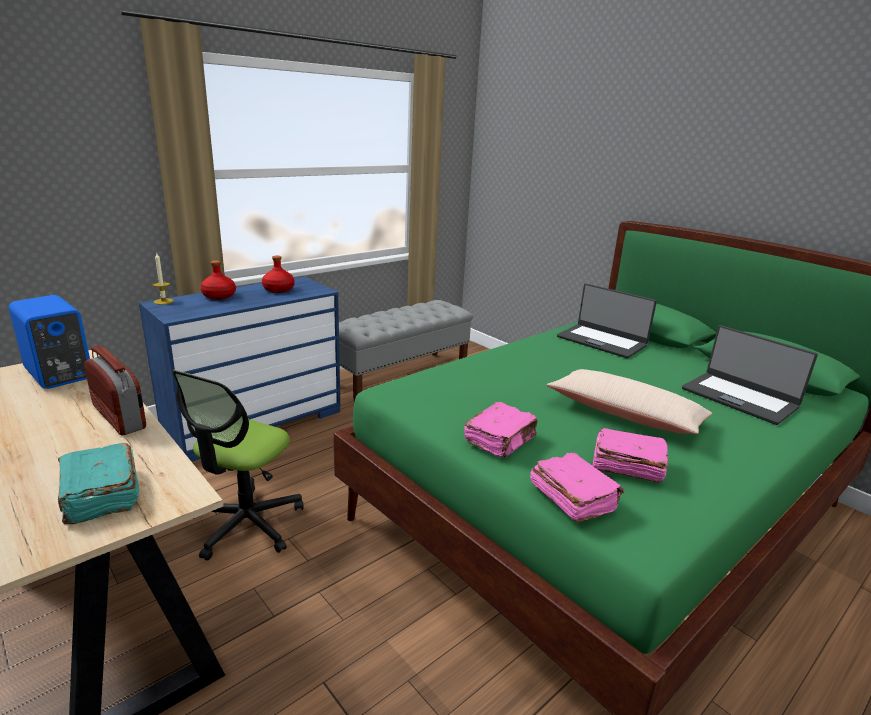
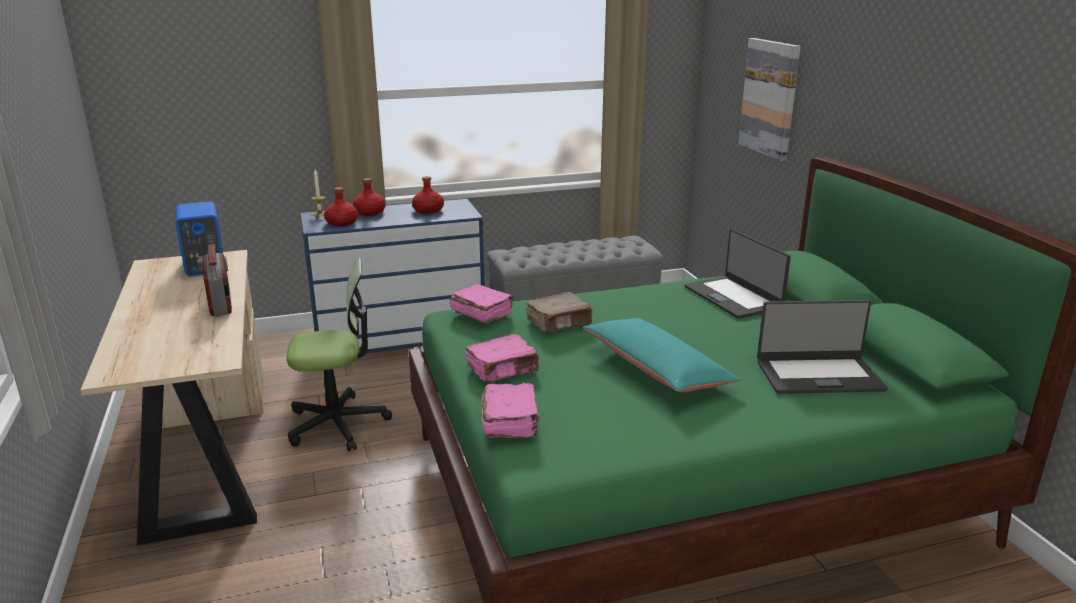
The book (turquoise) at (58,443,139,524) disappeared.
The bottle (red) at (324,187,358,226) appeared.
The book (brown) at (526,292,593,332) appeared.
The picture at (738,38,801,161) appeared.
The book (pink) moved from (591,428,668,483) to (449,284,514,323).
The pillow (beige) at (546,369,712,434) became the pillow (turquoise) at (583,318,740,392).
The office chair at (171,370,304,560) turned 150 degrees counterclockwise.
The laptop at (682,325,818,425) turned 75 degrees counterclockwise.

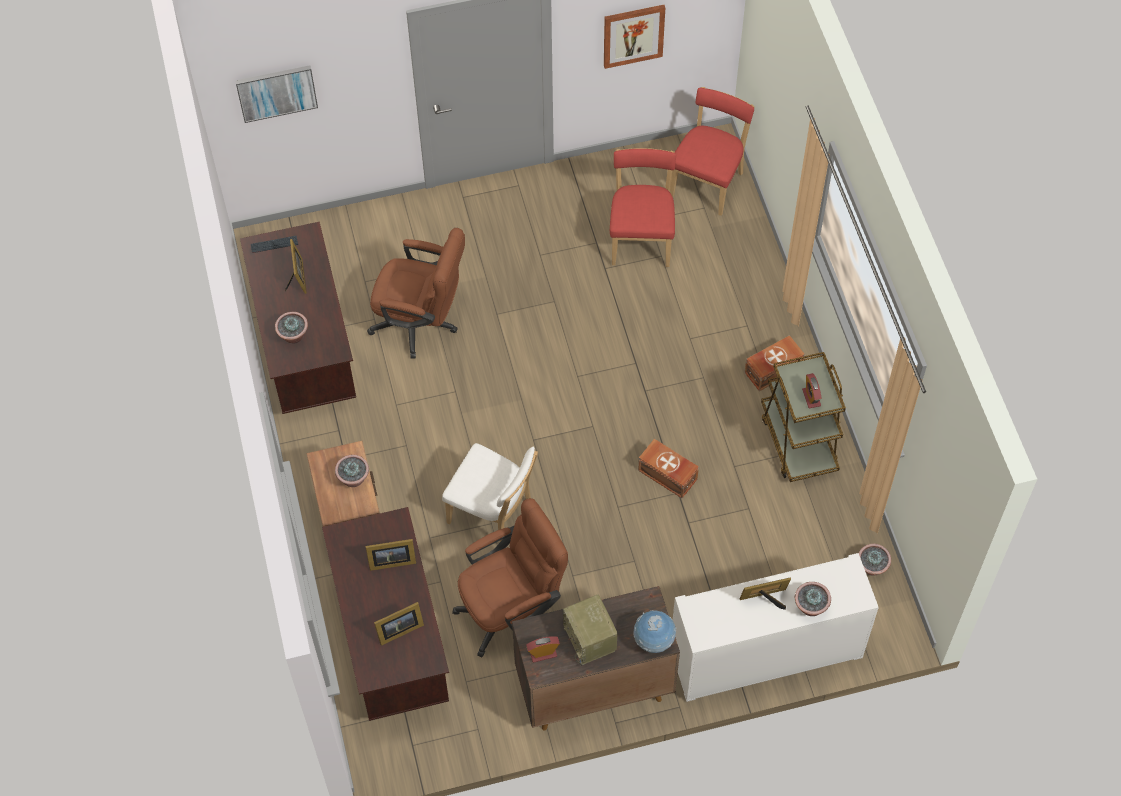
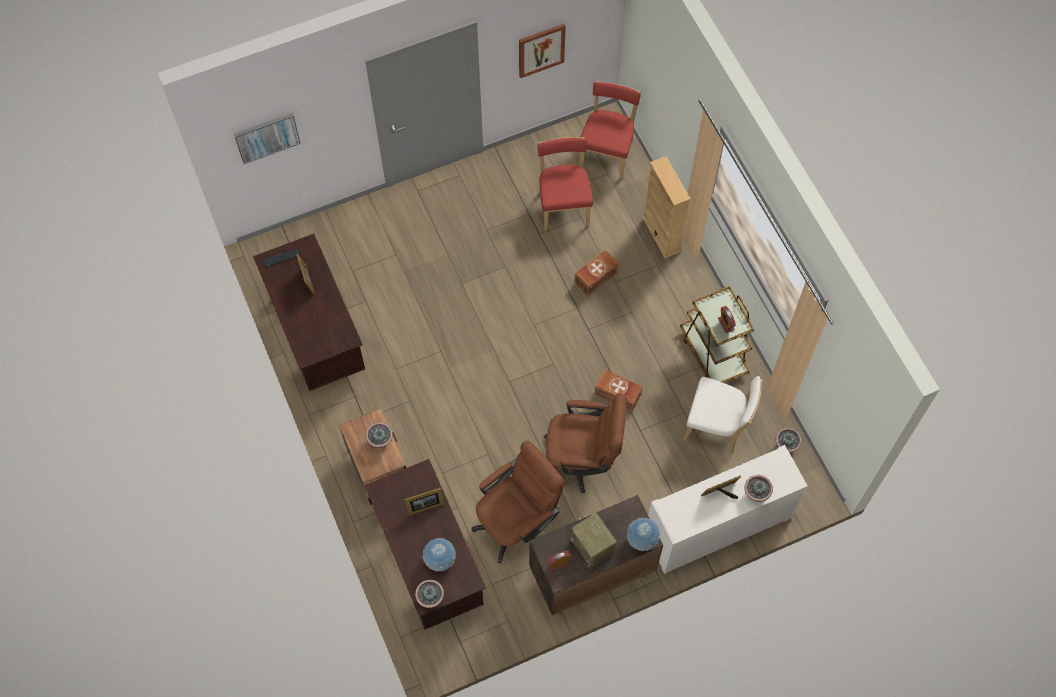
The bookcase (beige) at (642,156,691,258) appeared.
The potted plant moved from (275,312,308,344) to (415,580,444,608).
The office chair (brown) moved from (367,228,465,359) to (544,393,627,493).
The chair (white) moved from (442,443,538,542) to (683,376,763,454).
The storage box (brown) moved from (745,335,805,391) to (574,250,619,296).
The picture frame at (374,602,424,646) was replaced by the globe at (422,538,456,572).

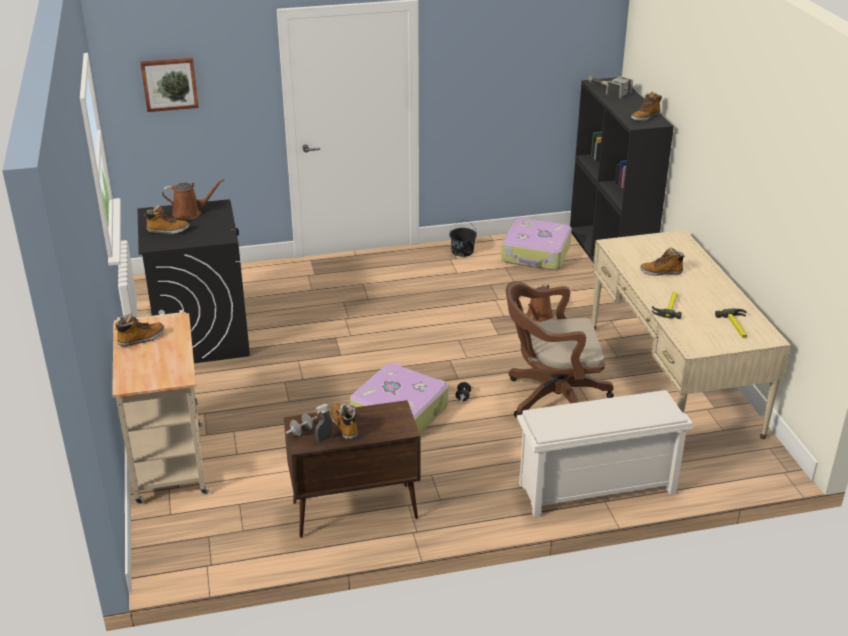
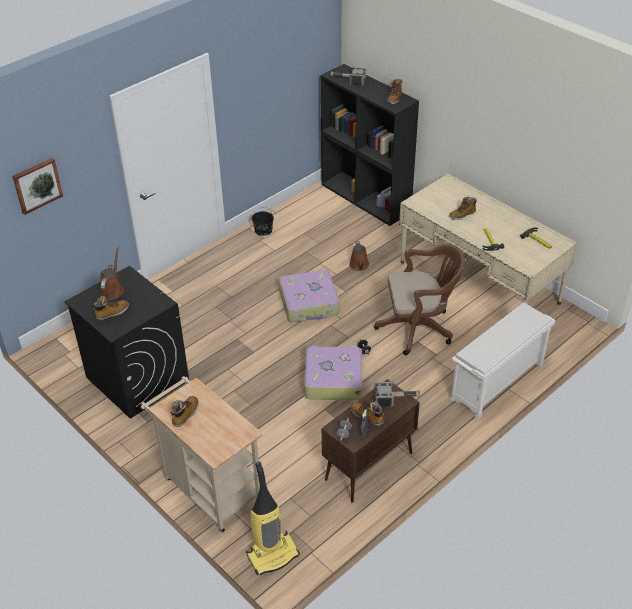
The vacuum cleaner at (246,462,300,575) appeared.
The hammer at (374,382,420,407) appeared.
The suitcase moved from (501,218,572,270) to (279,270,339,322).
The watering can (brown) at (162,179,224,220) turned 45 degrees counterclockwise.
The office chair (brown) at (506,281,614,418) turned 150 degrees counterclockwise.

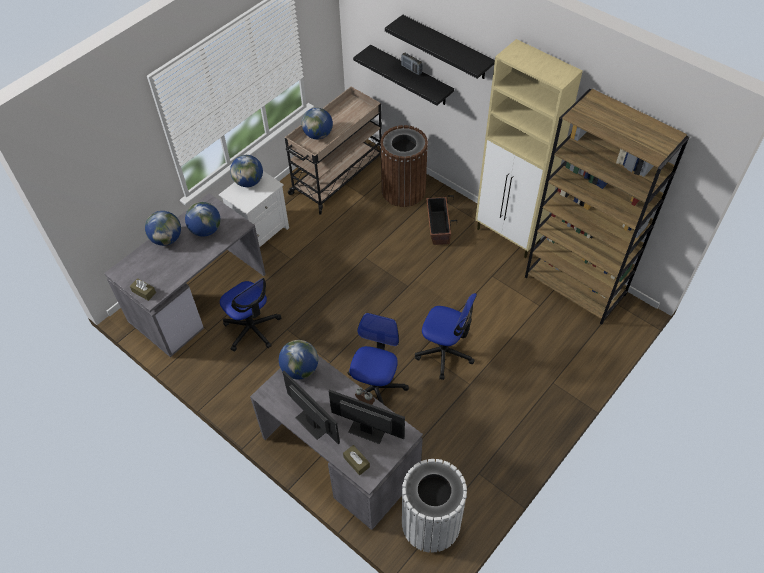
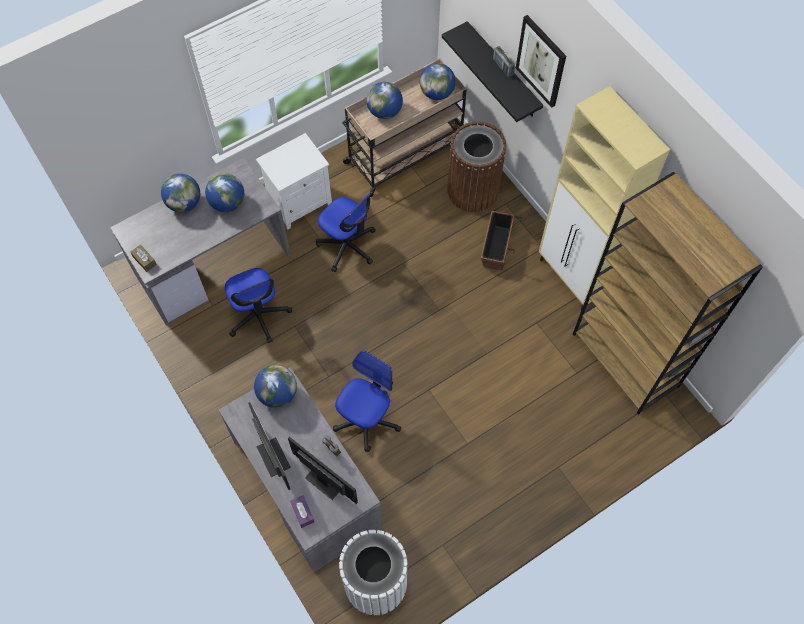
The globe moved from (230,155,263,187) to (420,63,456,100).
The office chair moved from (415,293,477,380) to (316,193,376,272).
The shelf (black) at (385,15,495,79) was replaced by the picture at (516,15,566,108).
The tissue box (brown) at (343,445,370,475) became the tissue box (purple) at (290,495,314,528).

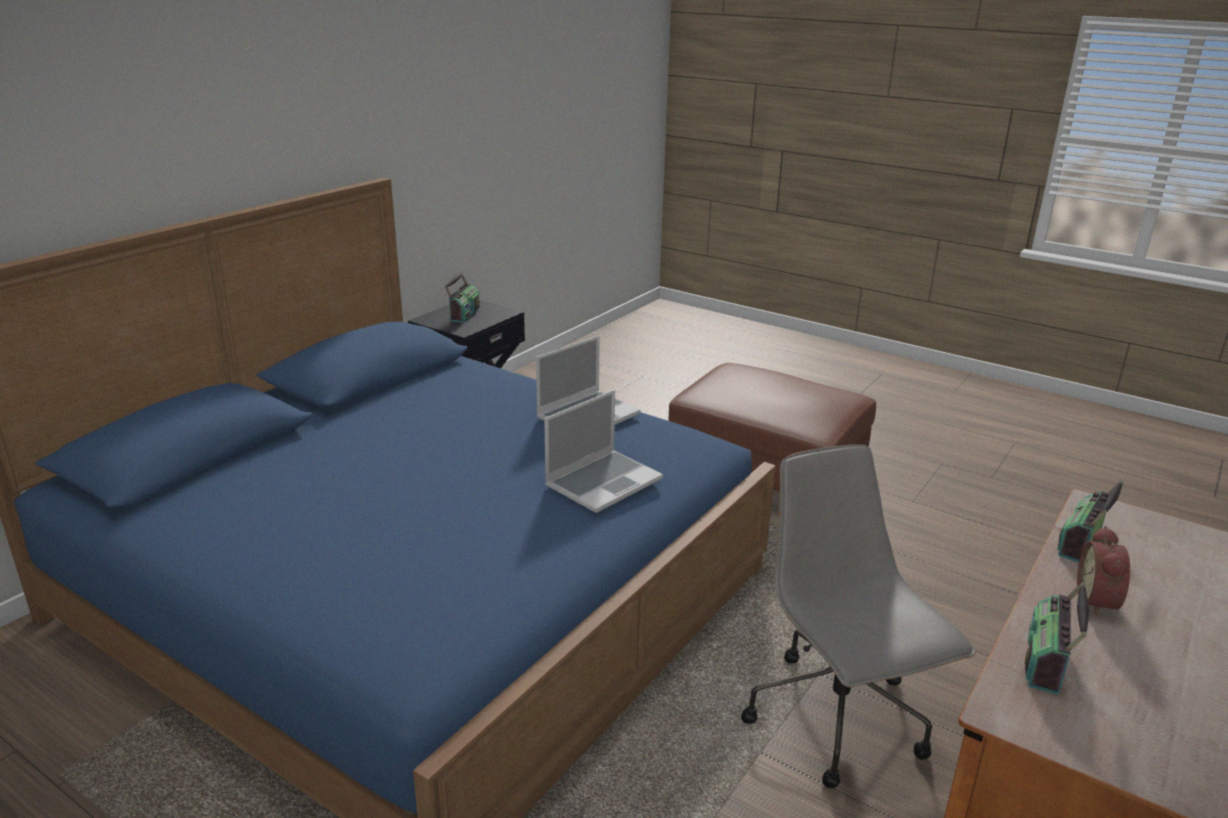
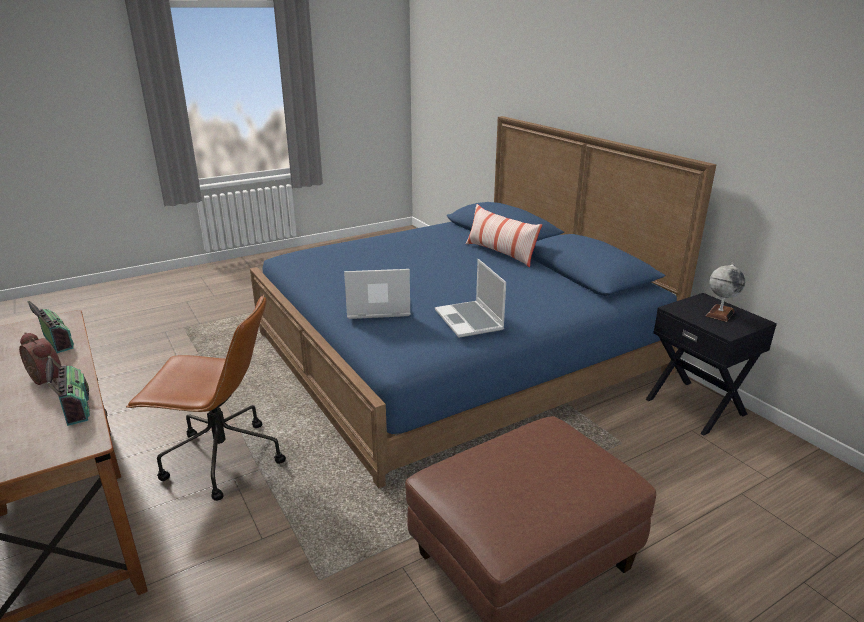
The pillow at (466,204,542,267) appeared.
The radio at (445,273,479,323) was replaced by the globe at (706,263,745,322).
The office chair (grey) at (741,444,975,788) became the office chair (brown) at (126,295,286,501).
The laptop at (544,390,663,513) turned 105 degrees clockwise.

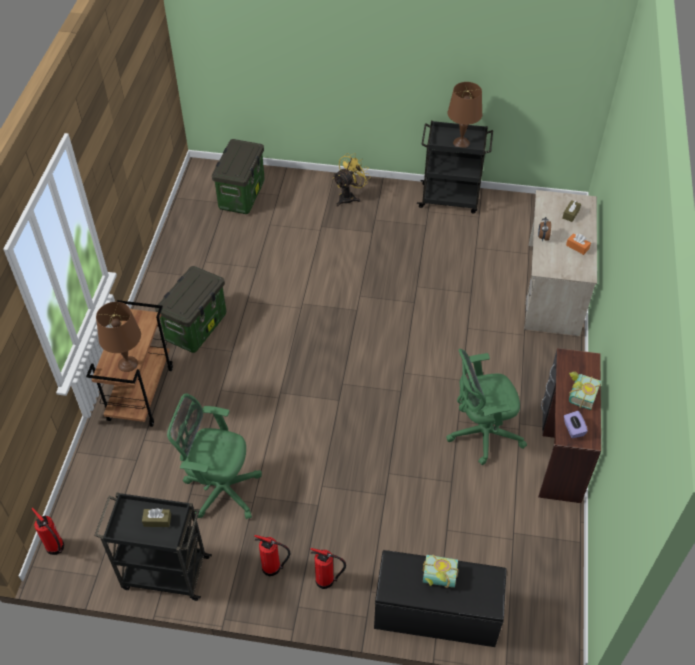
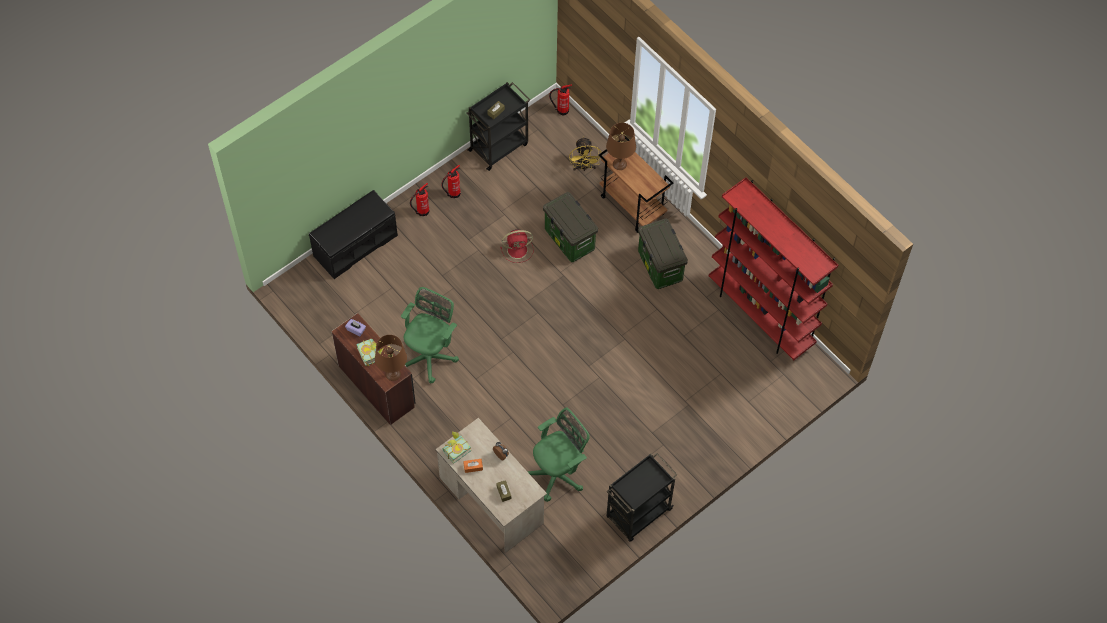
The fan (red) at (500,229,533,263) appeared.
The bookcase (red) at (709,177,838,360) appeared.
The office chair (green) moved from (167,393,262,519) to (527,408,590,502).
The storage box moved from (212,139,265,214) to (543,192,598,262).
The fan (yellow) moved from (333,153,371,207) to (569,136,602,171).
The book moved from (423,555,459,588) to (442,431,471,463).
The table lamp (brown) moved from (448,82,482,148) to (375,335,407,381).

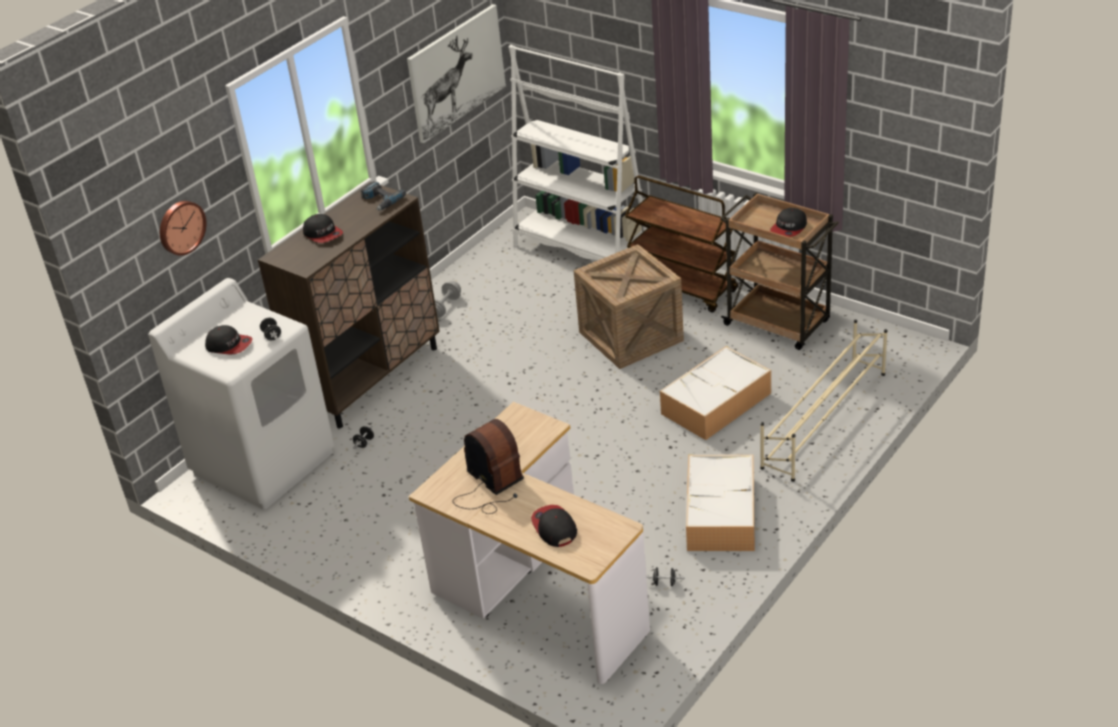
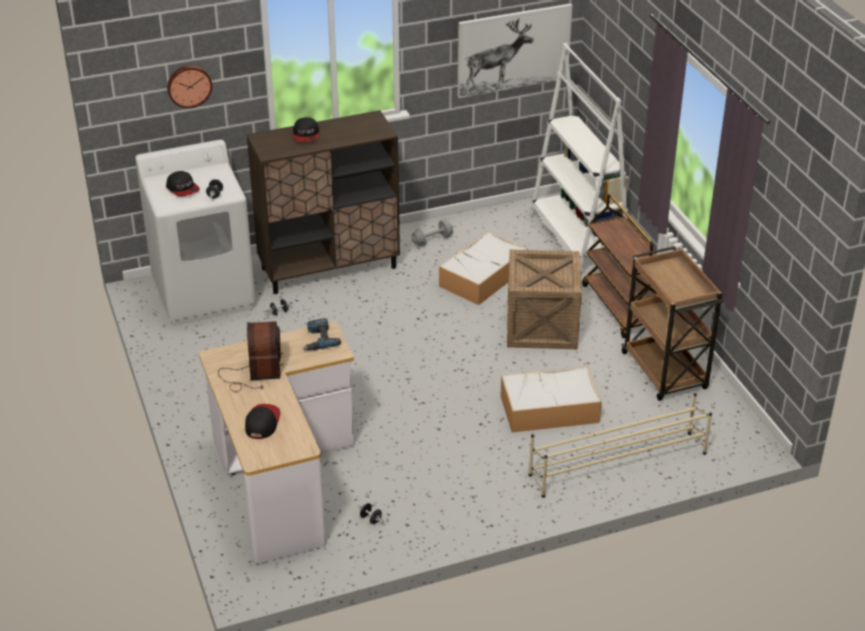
The cap at (770,208,807,237) disappeared.
The power drill moved from (360,181,406,211) to (303,318,341,350).
The storage box moved from (686,454,755,551) to (439,231,527,305).

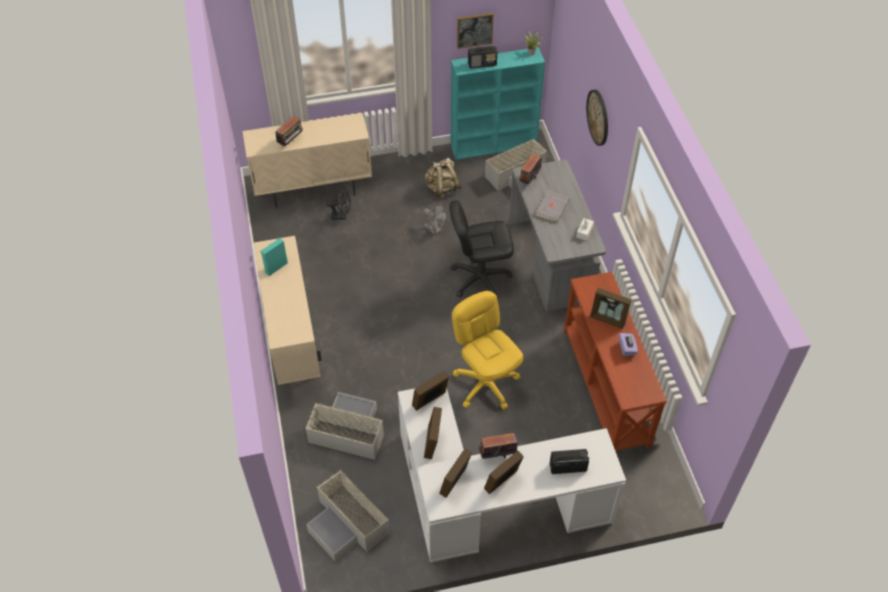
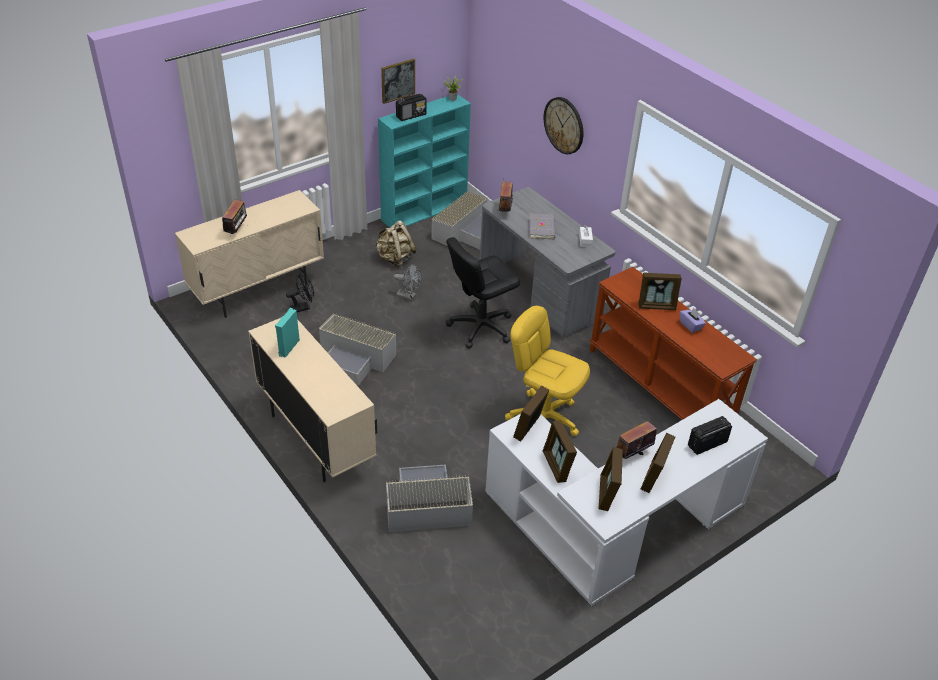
The storage box (grey) moved from (306,470,390,561) to (319,313,396,386).

